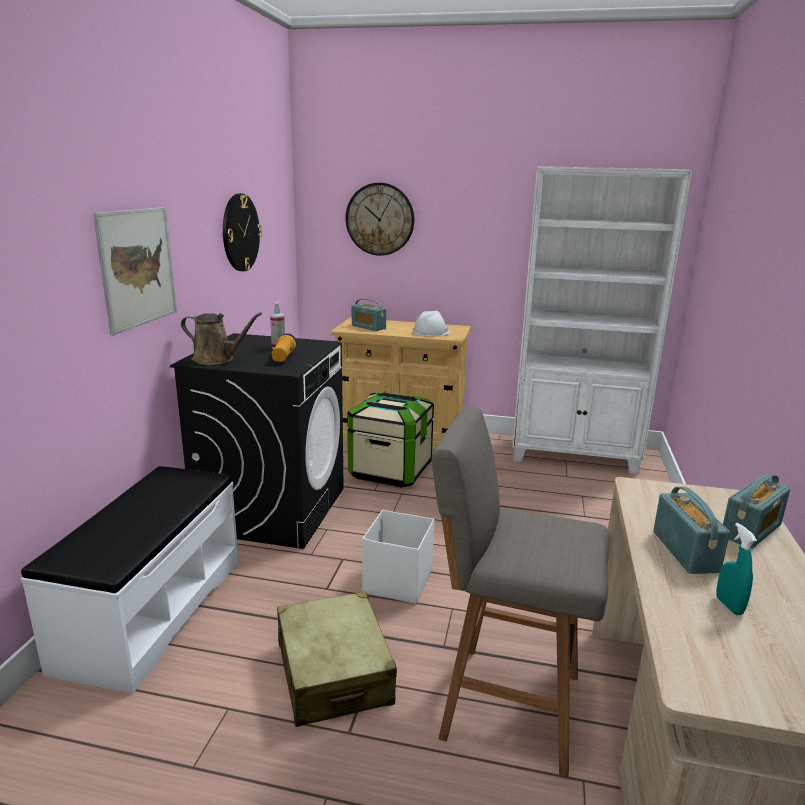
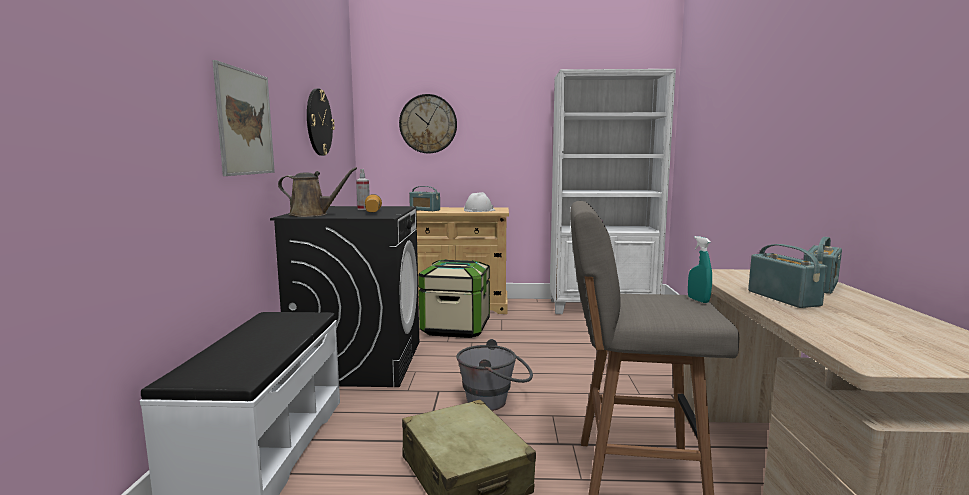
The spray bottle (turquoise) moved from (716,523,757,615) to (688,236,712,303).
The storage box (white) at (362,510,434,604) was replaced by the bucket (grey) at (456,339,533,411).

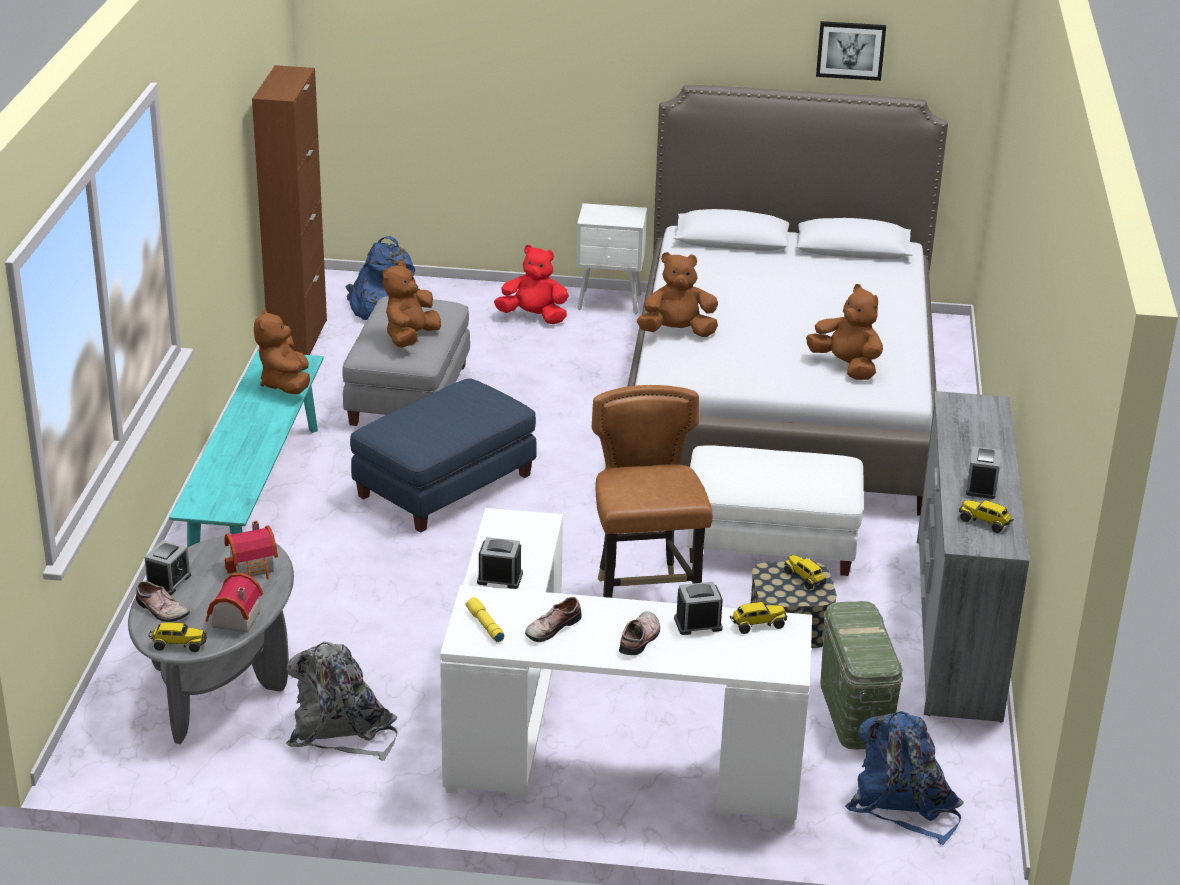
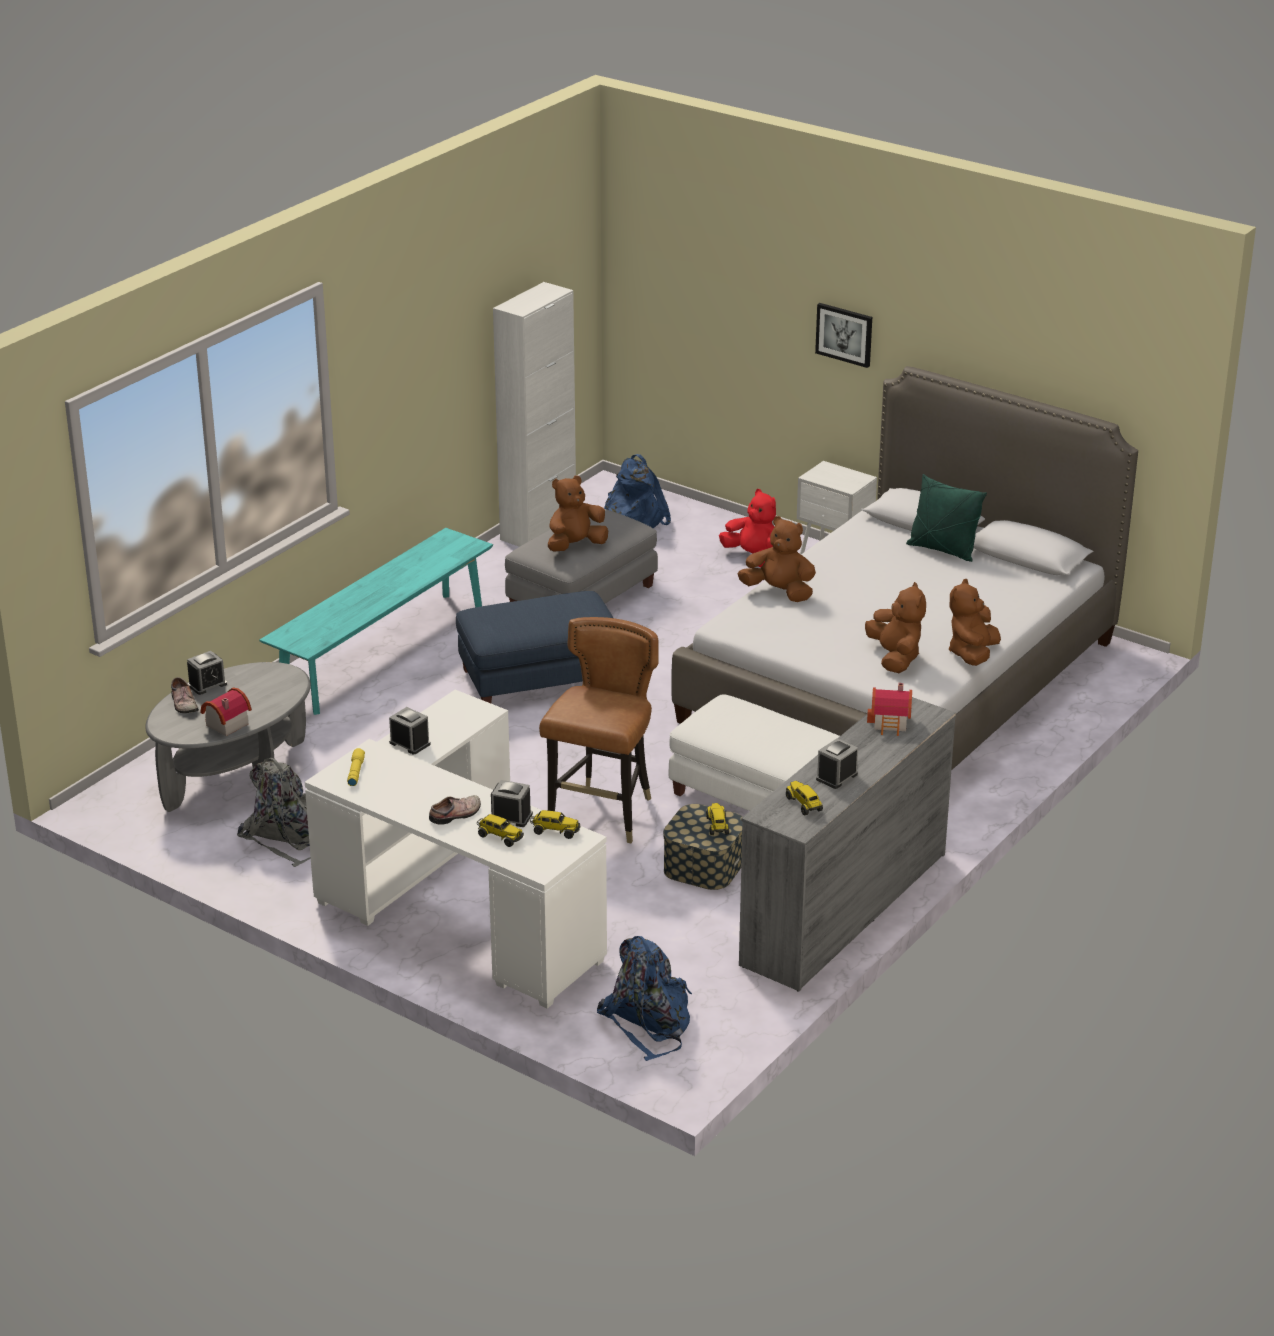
The shoe at (525,597,582,642) disappeared.
The storage box (green) at (821,601,903,750) disappeared.
The pillow (green) at (906,474,987,562) appeared.
The toy truck moved from (148,622,207,652) to (477,814,524,847).
The toy house moved from (225,521,278,579) to (867,683,912,736).
The plush toy (brown) moved from (254,308,310,394) to (949,579,1001,666).
The picture moved from (816,21,886,81) to (815,303,872,368).
The cabinet (brown) at (252,65,327,355) became the cabinet (white) at (493,282,576,547).

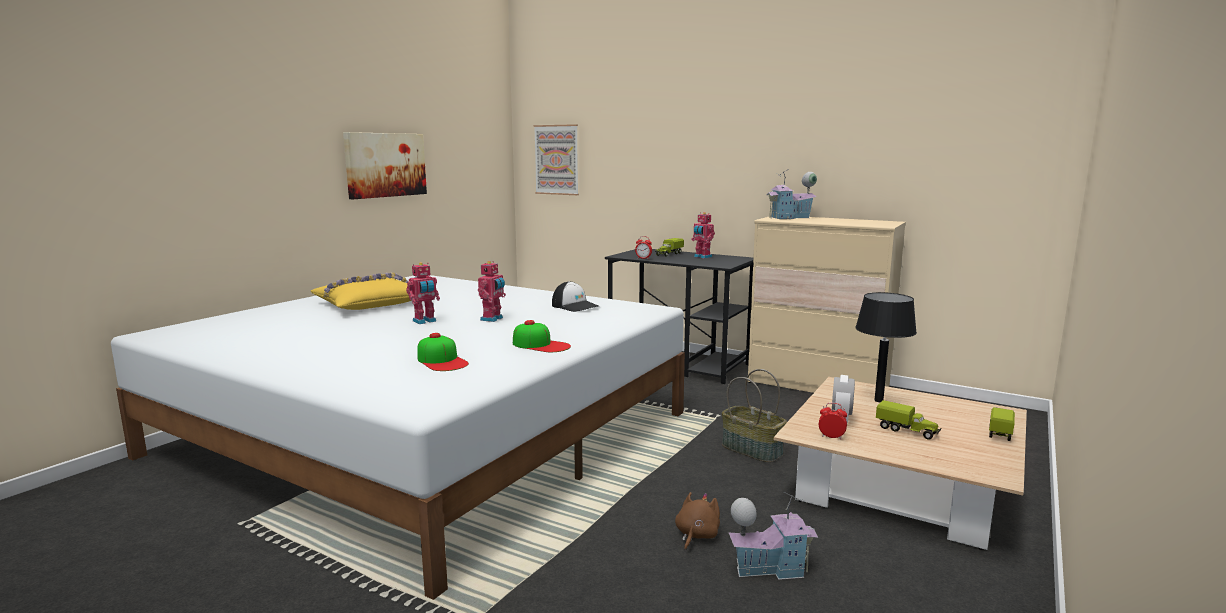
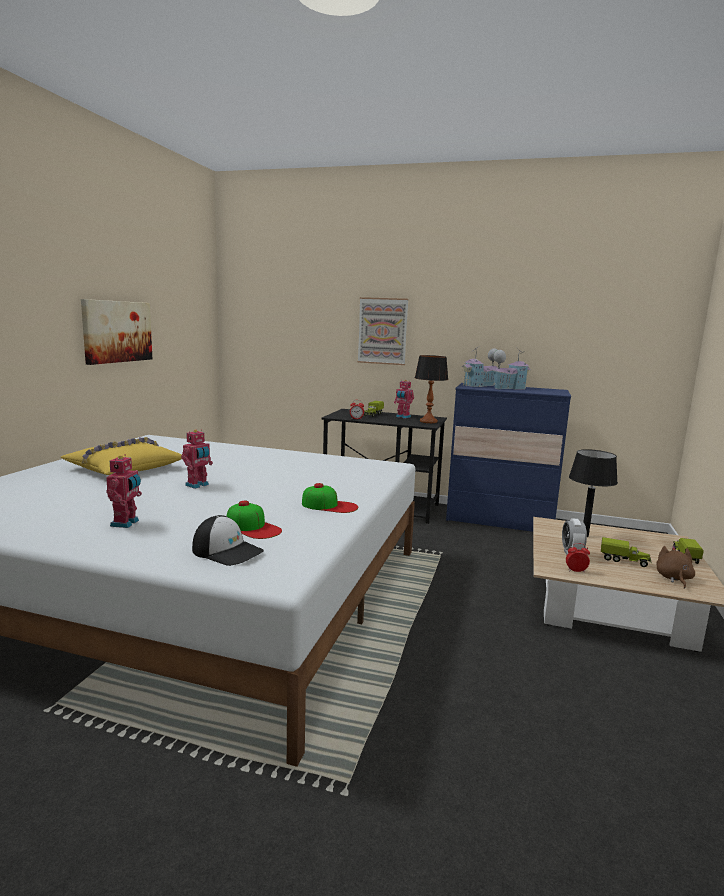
The basket at (722,369,787,462) disappeared.
The table lamp at (415,355,448,423) appeared.
The toy robot moved from (478,261,506,322) to (106,454,142,528).
The picture moved from (534,124,579,195) to (358,297,408,365).
The cap moved from (552,281,599,312) to (192,515,264,566).
The plush toy (brown) moved from (675,492,720,551) to (656,546,695,589).
The toy house moved from (729,492,818,580) to (492,348,531,390).
The dresser (beige) at (748,216,906,393) became the dresser (blue) at (446,383,571,532).

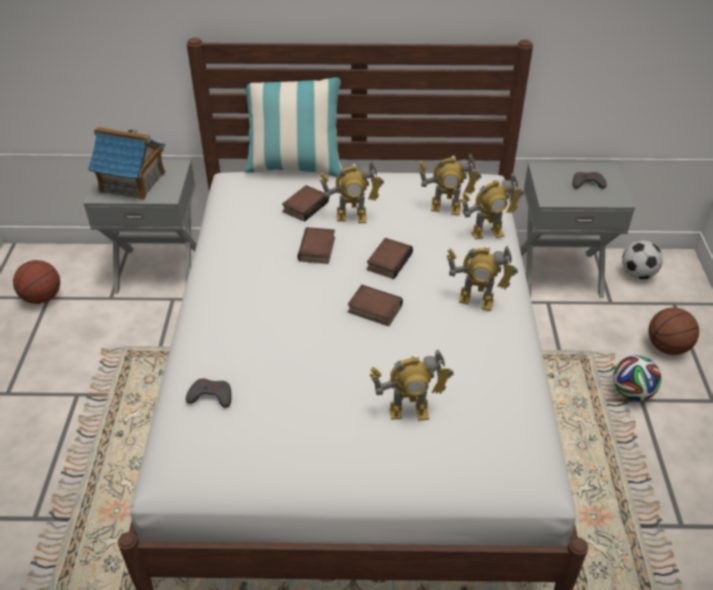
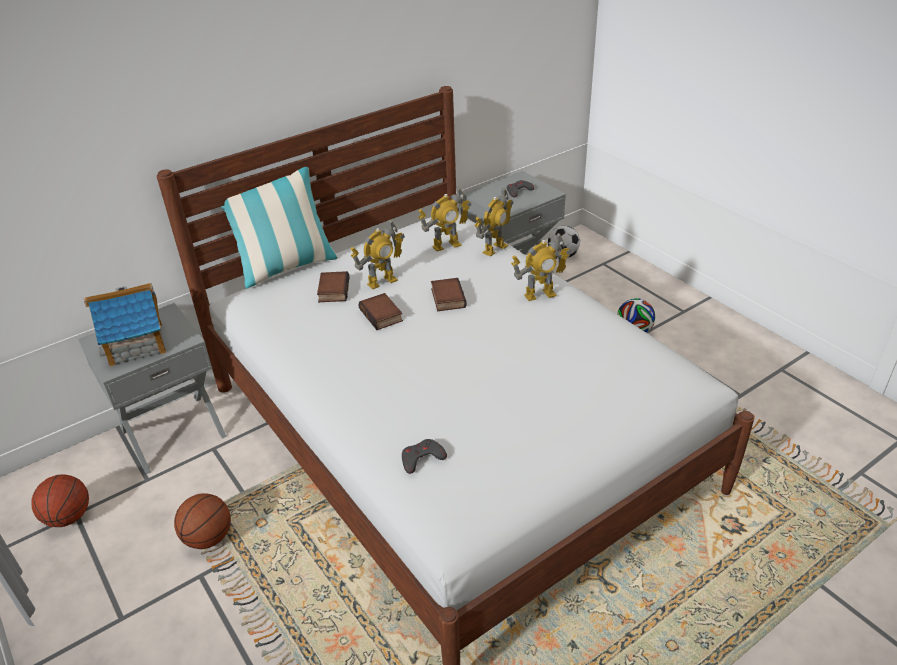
The book at (348,285,403,326) disappeared.
The toy robot at (370,350,454,420) disappeared.
The basketball moved from (648,308,699,355) to (174,493,231,549).

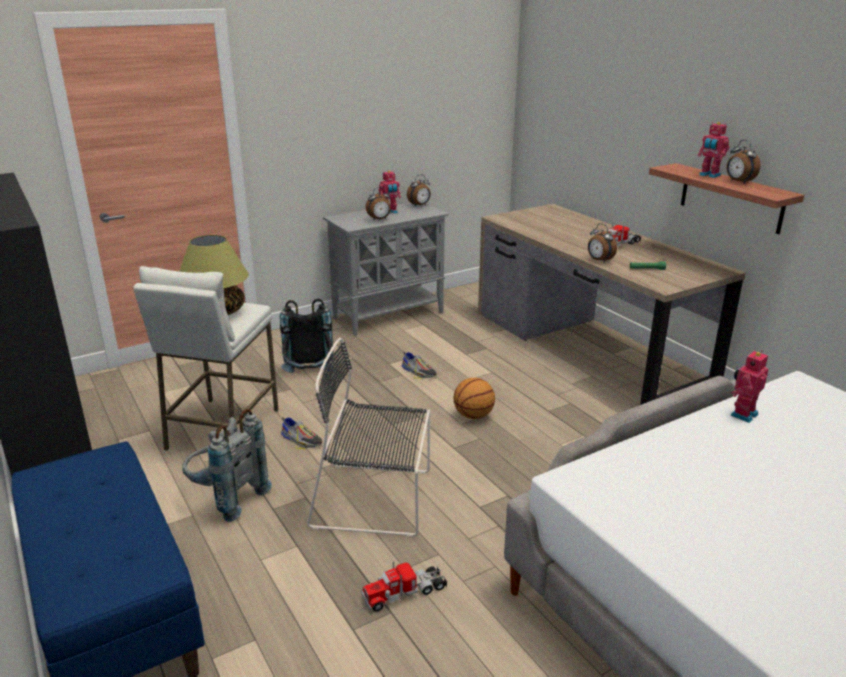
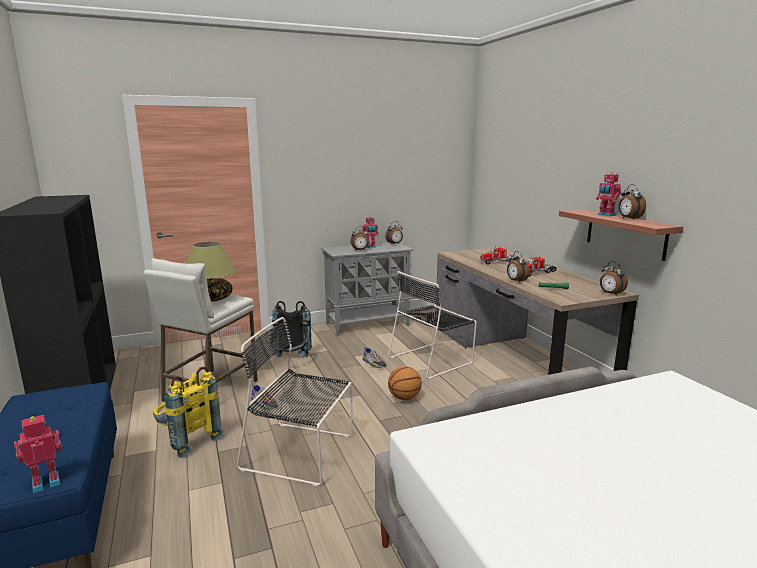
The chair (black) at (388,271,477,379) appeared.
The alarm clock at (600,261,628,296) appeared.
The toy truck moved from (361,562,447,612) to (479,245,520,265).
The toy robot moved from (730,350,769,423) to (14,415,62,493).
The backpack (grey) at (182,409,272,522) became the backpack (yellow) at (153,367,224,458).

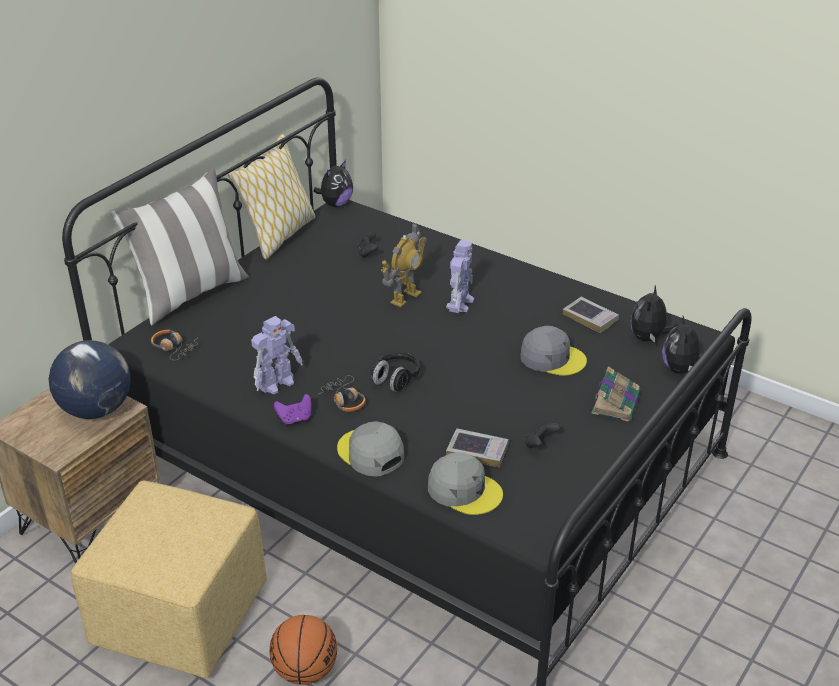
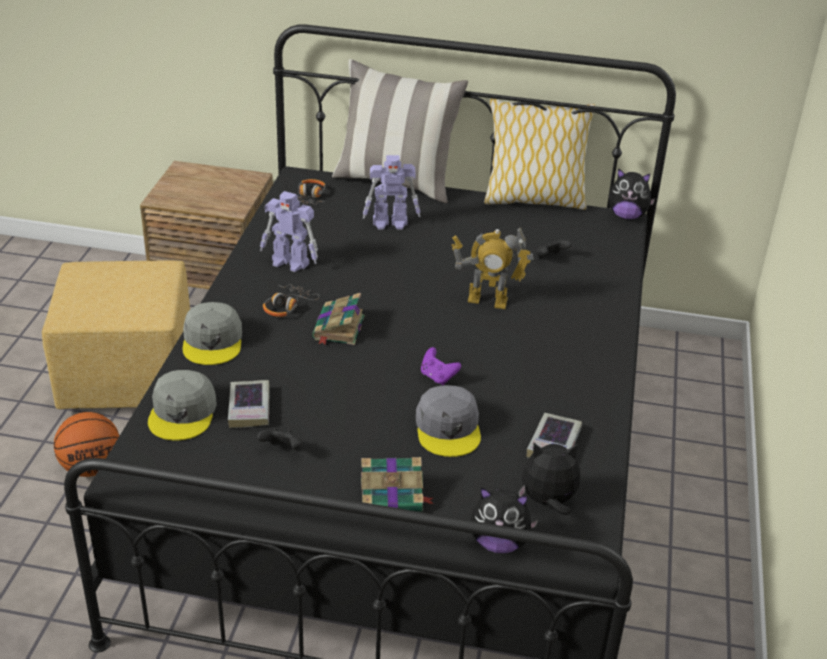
The globe at (49,340,131,419) disappeared.
The game controller (purple) moved from (274,394,311,425) to (421,347,461,385).
The toy robot moved from (446,240,474,313) to (363,155,420,230).
The headphones (black) at (369,352,420,392) was replaced by the book at (312,293,365,345).
The cap (grey) at (337,421,404,477) turned 150 degrees clockwise.
The plush toy at (662,316,705,374) turned 150 degrees counterclockwise.

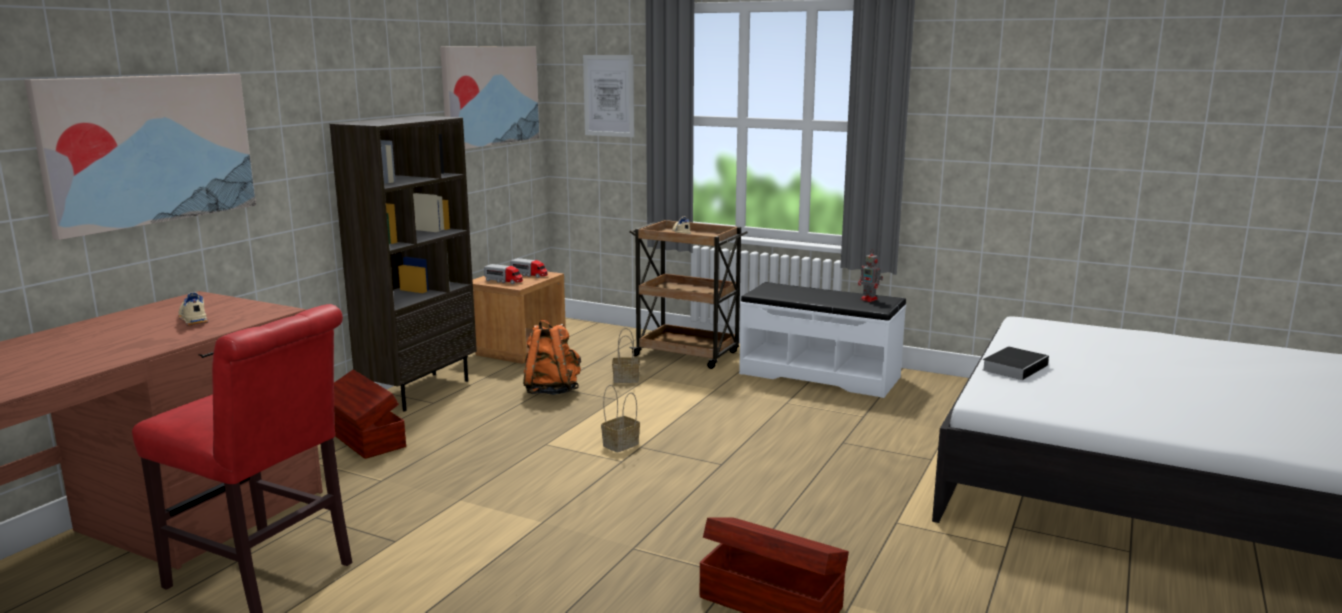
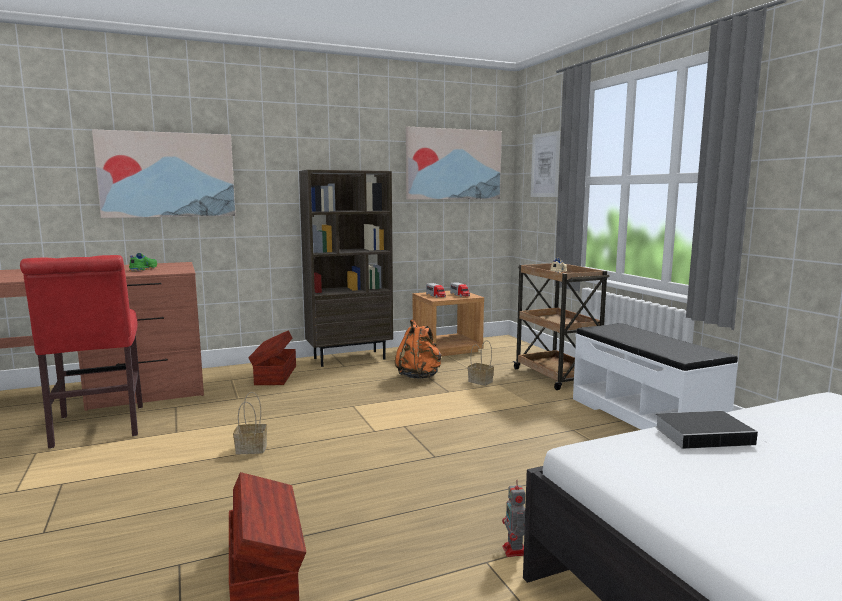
The basket moved from (601,385,640,452) to (233,392,267,454).
The toy robot moved from (858,253,883,302) to (502,480,525,557).
The shoe (beige) at (178,292,208,326) became the shoe (green) at (129,253,157,271).

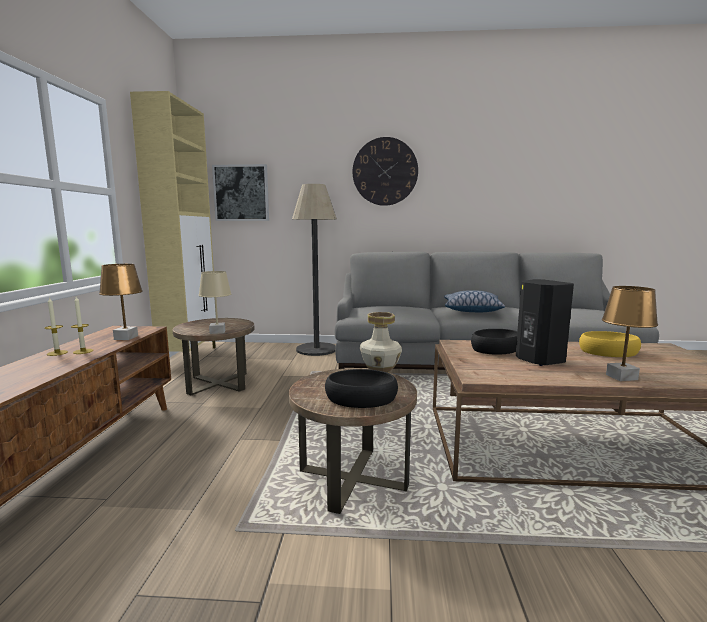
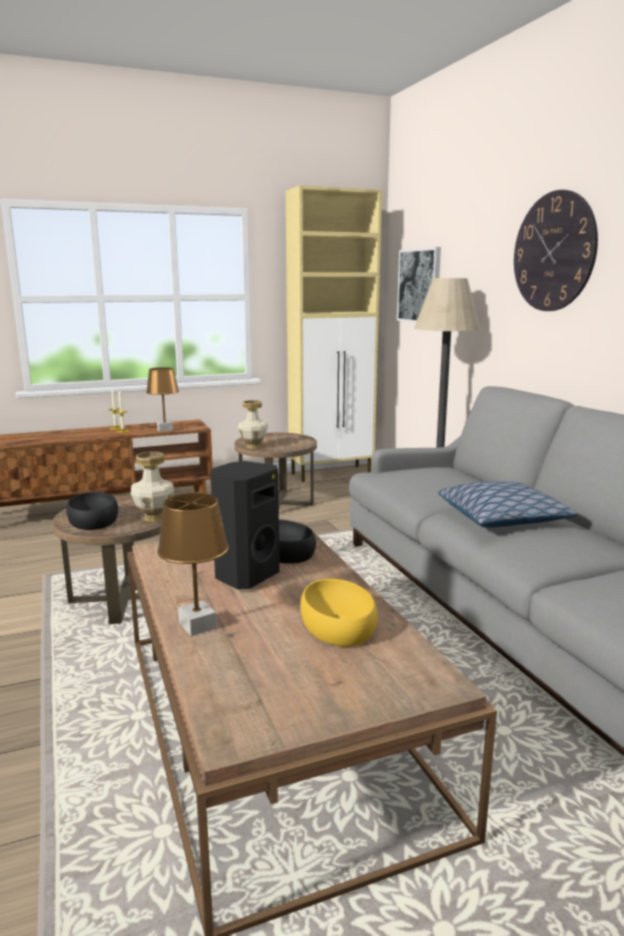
The table lamp (beige) at (199,271,232,334) was replaced by the vase at (238,400,268,449).

